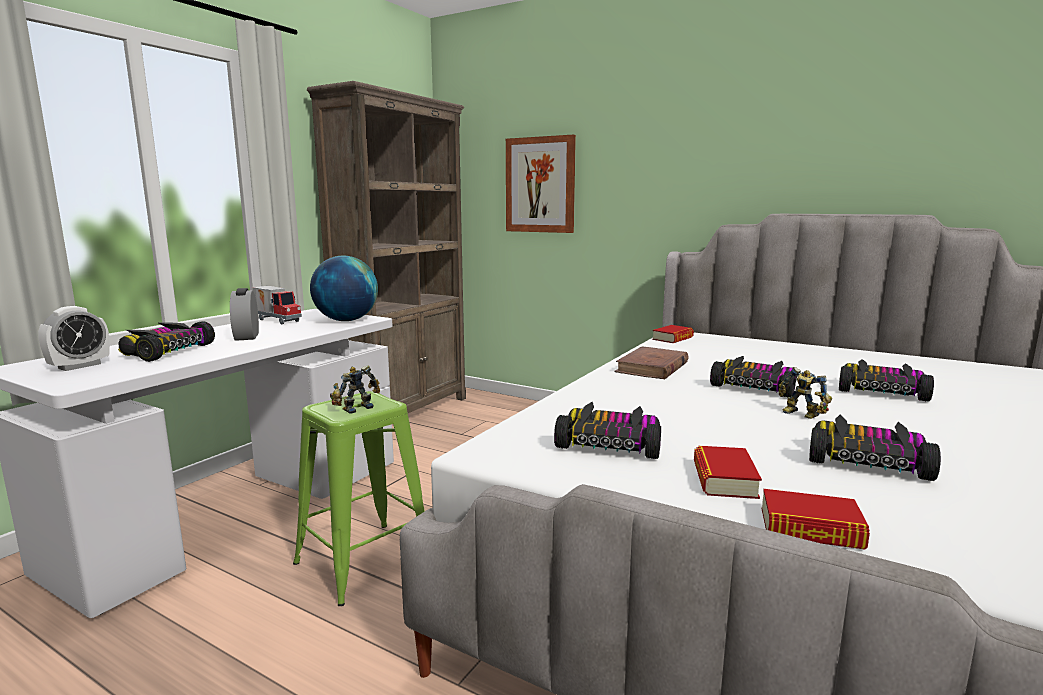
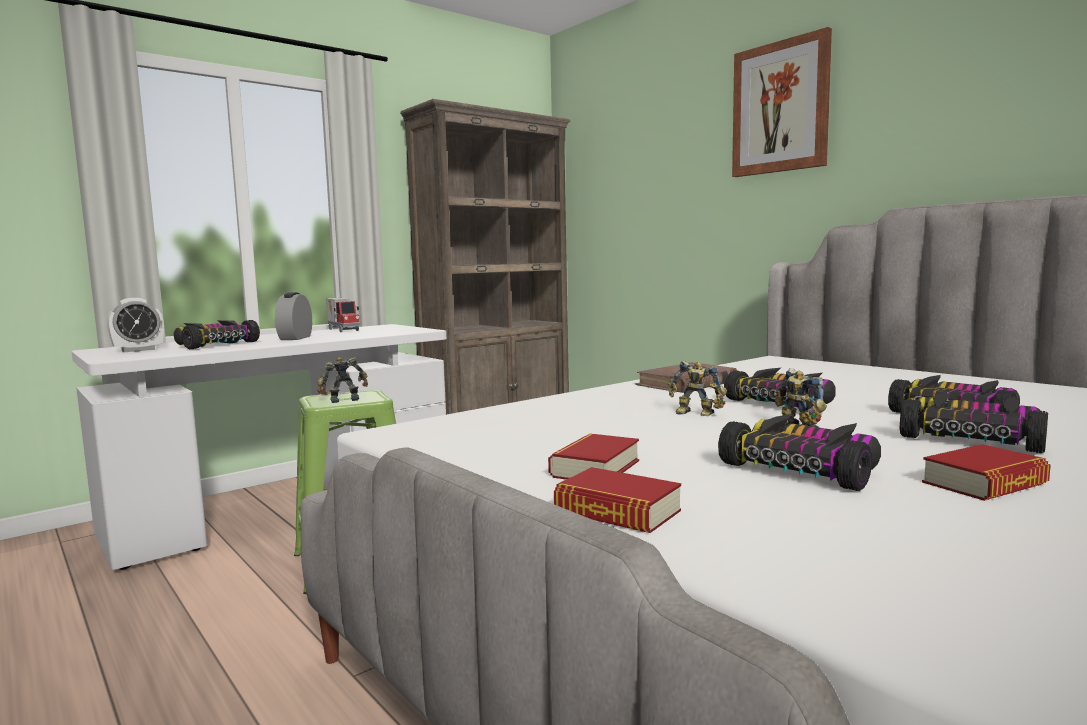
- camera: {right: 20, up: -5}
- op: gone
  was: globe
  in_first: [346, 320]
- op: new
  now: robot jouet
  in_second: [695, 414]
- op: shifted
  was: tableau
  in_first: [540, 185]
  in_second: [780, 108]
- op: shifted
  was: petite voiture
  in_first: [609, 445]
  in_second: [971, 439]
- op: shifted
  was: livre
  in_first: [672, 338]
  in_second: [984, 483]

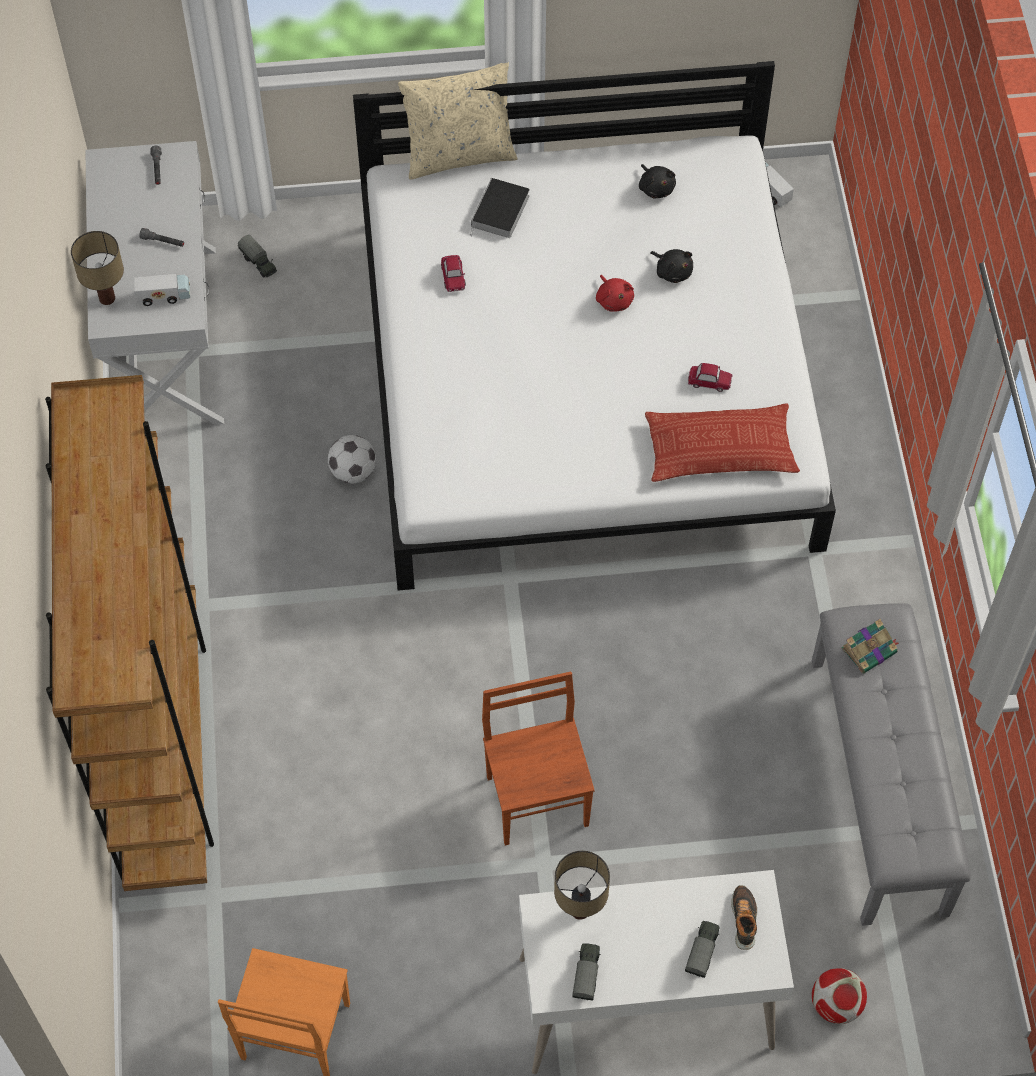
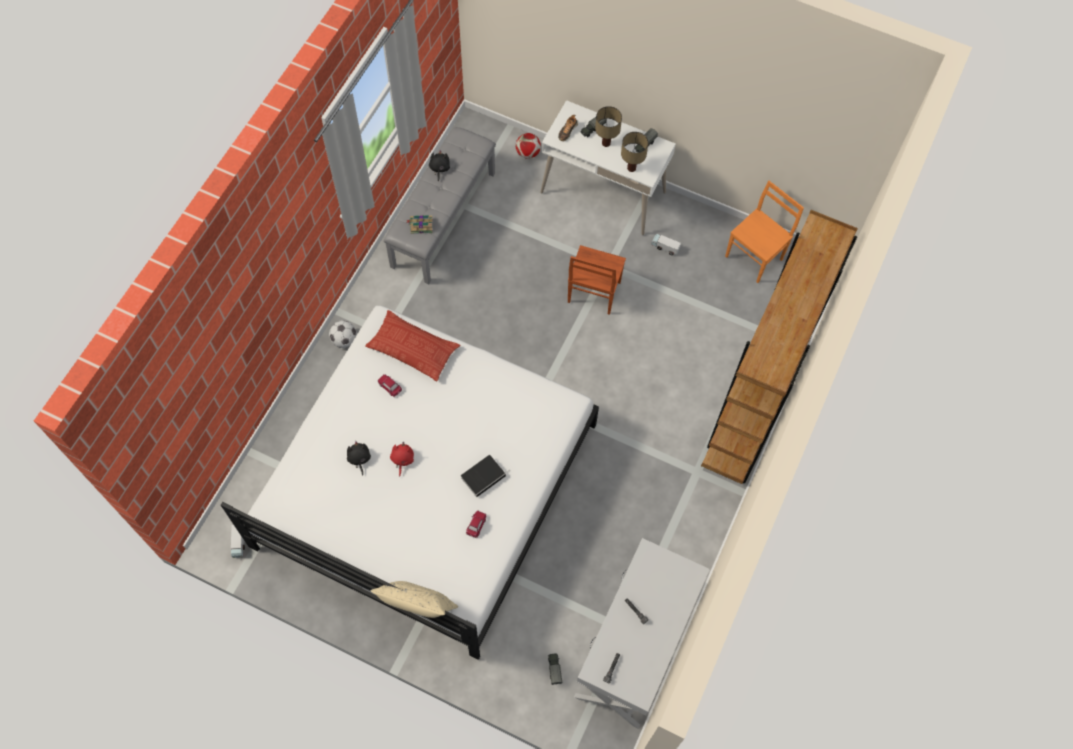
- camera: {right: -150, up: 5}
- op: shifted
  was: lampe de table
  in_first: [106, 299]
  in_second: [606, 143]
- op: shifted
  was: camion jouet
  in_first: [164, 295]
  in_second: [665, 247]
- op: shifted
  was: ballon de foot
  in_first: [353, 472]
  in_second: [344, 340]
- op: shifted
  was: livre
  in_first: [500, 213]
  in_second: [484, 476]
- op: shifted
  was: peluche (noir)
  in_first: [656, 188]
  in_second: [439, 168]

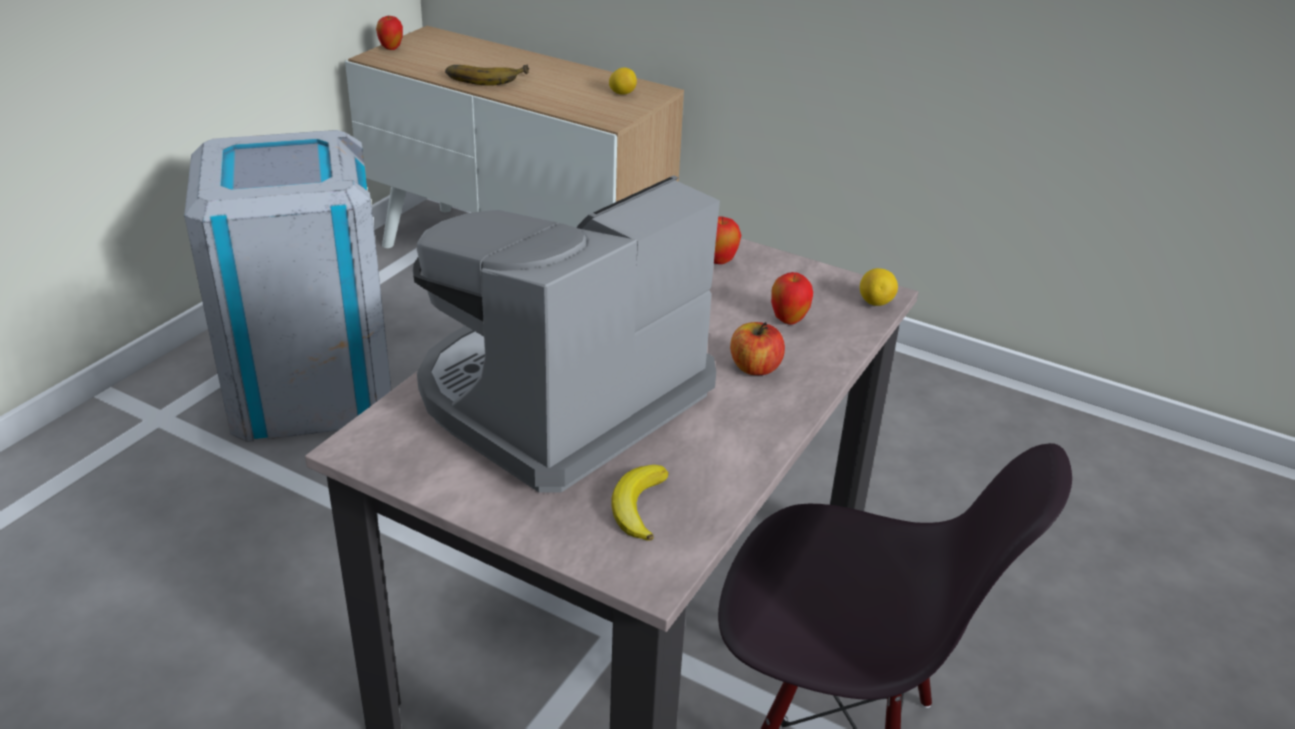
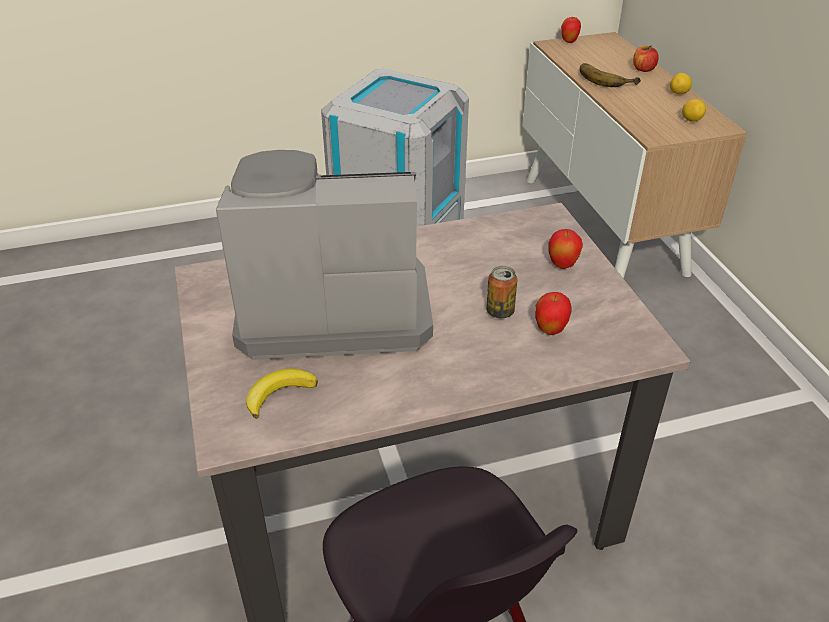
- camera: {right: 45, up: 5}
- op: new
  now: boîte métallique
  in_second: [500, 311]
- op: shifted
  was: pomme
  in_first: [755, 367]
  in_second: [643, 69]
- op: shifted
  was: citron
  in_first: [875, 303]
  in_second: [679, 93]

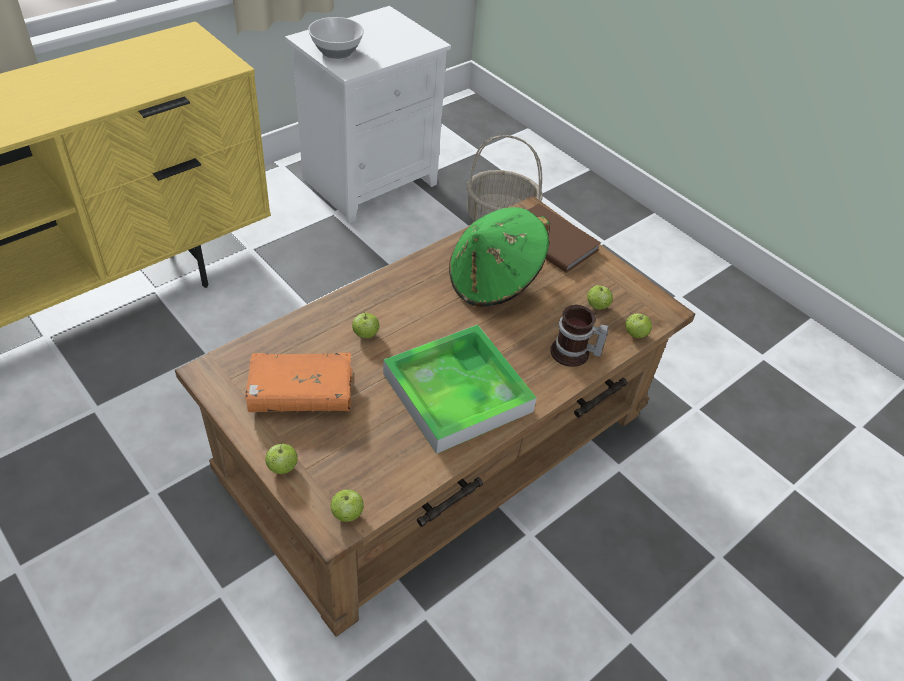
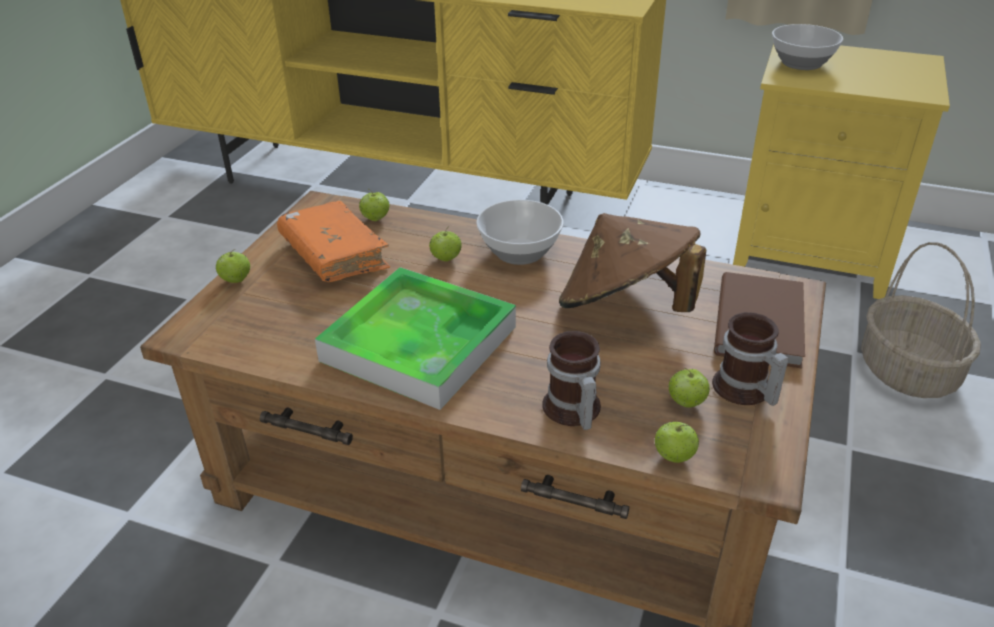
- camera: {right: 65, up: -10}
- op: new
  now: bol
  in_second: [521, 251]
- op: new
  now: mug
  in_second: [743, 391]
- op: shifted
  was: pomme
  in_first: [347, 514]
  in_second: [375, 219]
- op: repainted
  was: table de chevet (blanc)
  now: table de chevet (jaune)
  in_first: [369, 180]
  in_second: [813, 256]
- op: repainted
  was: chapeau (vert)
  now: chapeau (marron)
  in_first: [494, 282]
  in_second: [625, 307]

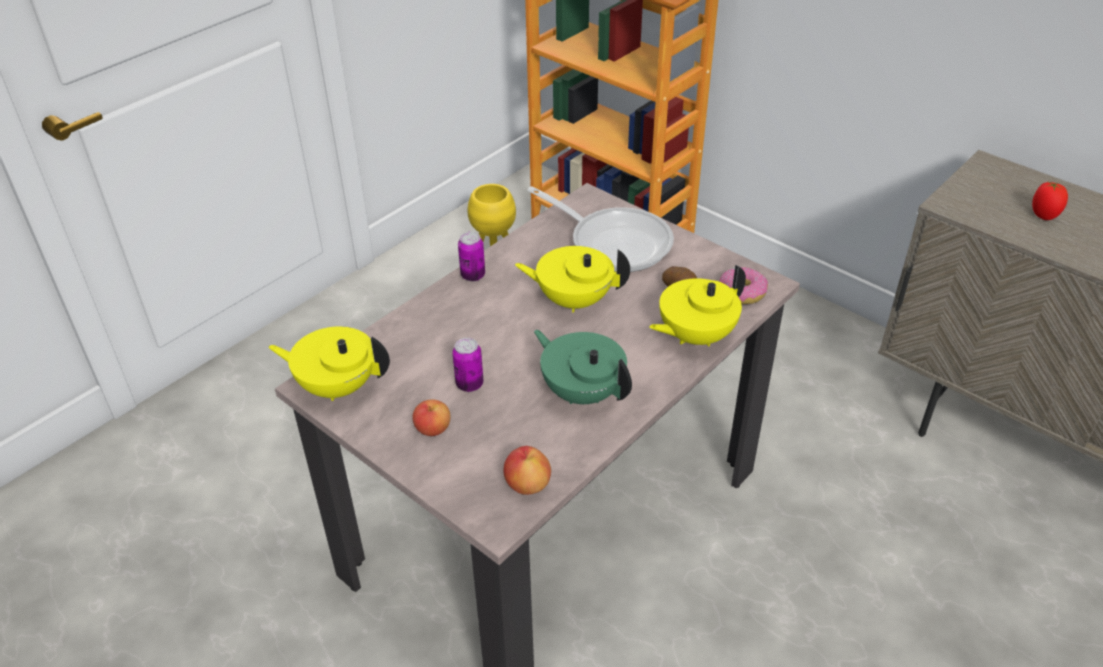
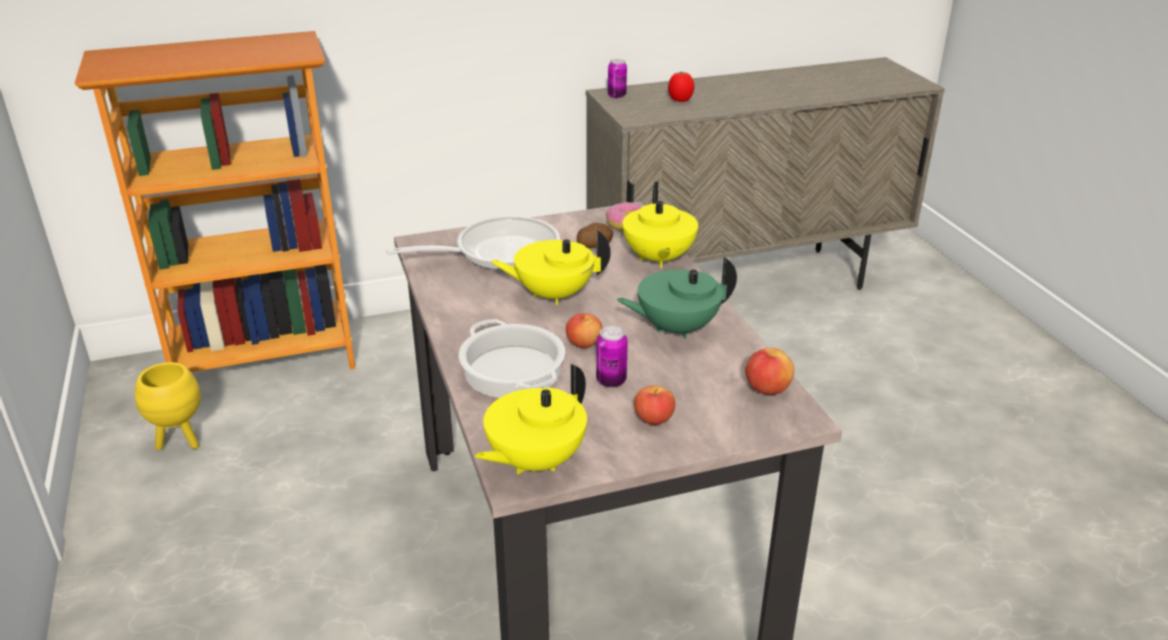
- camera: {right: -60, up: -10}
- op: new
  now: marmite
  in_second: [514, 371]
- op: new
  now: pomme
  in_second: [584, 343]
- op: shifted
  was: boîte métallique
  in_first: [473, 275]
  in_second: [617, 95]
- op: rotated
  was: théière (jaune)
  in_first: [573, 300]
  in_second: [553, 294]
  clockwise: 45

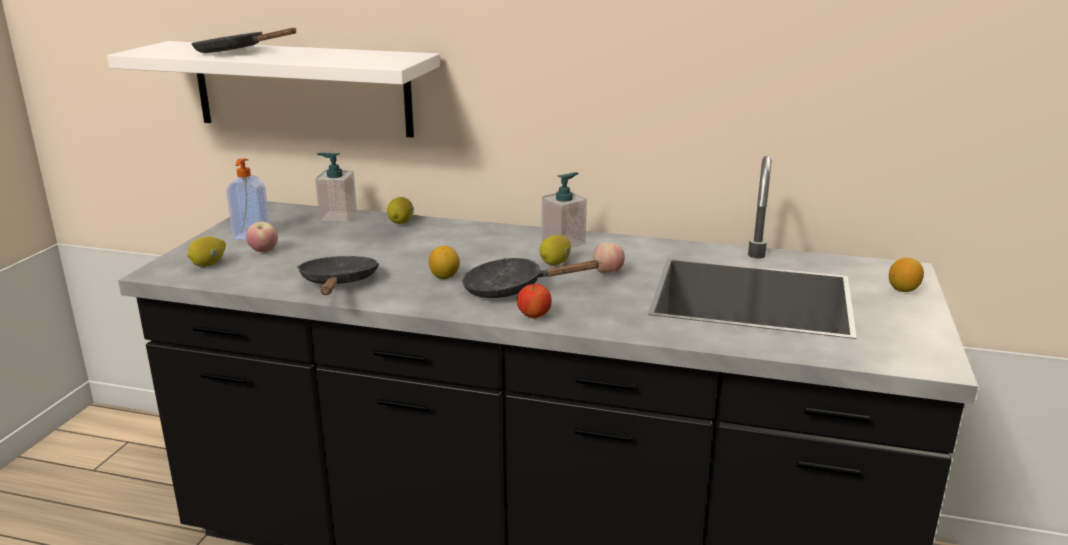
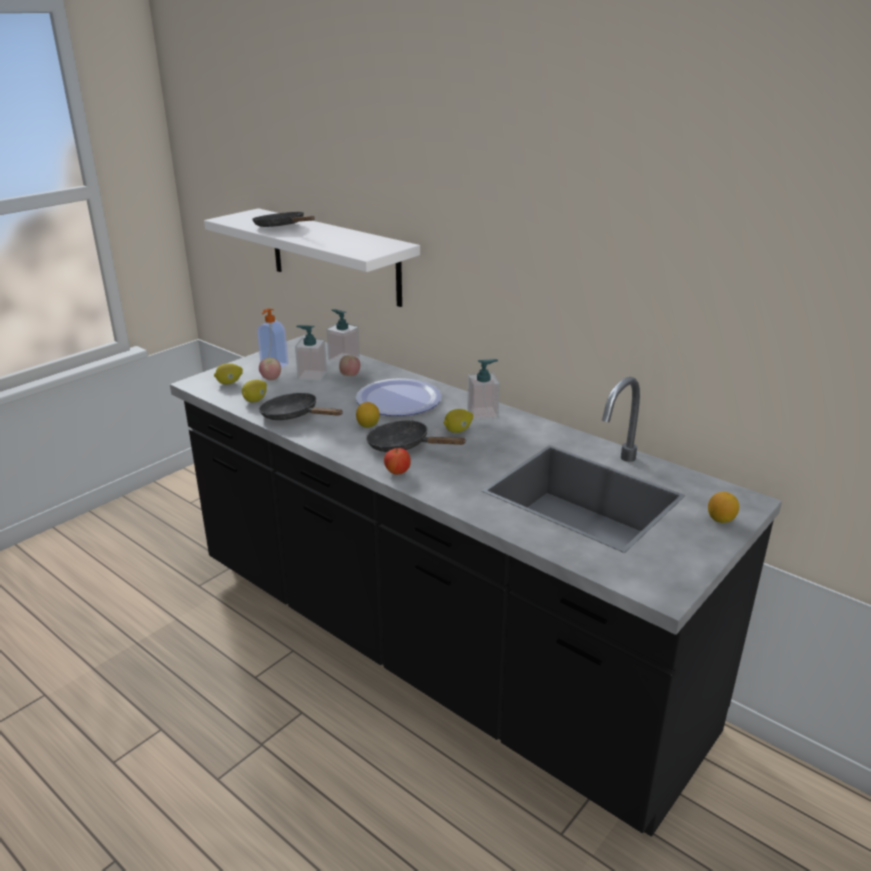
- camera: {right: 25, up: 5}
- op: new
  now: distributeur de savon
  in_second: [312, 375]
- op: new
  now: assiette
  in_second: [398, 399]
- op: shifted
  was: citron
  in_first: [401, 222]
  in_second: [255, 400]
- op: shifted
  was: pomme
  in_first: [608, 273]
  in_second: [350, 376]
- op: rotated
  was: poêle (noir)
  in_first: [338, 284]
  in_second: [294, 416]
  clockwise: -75

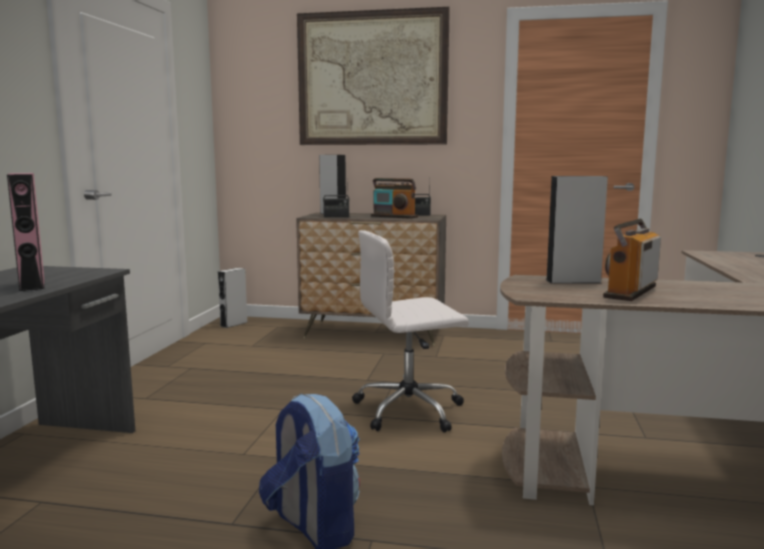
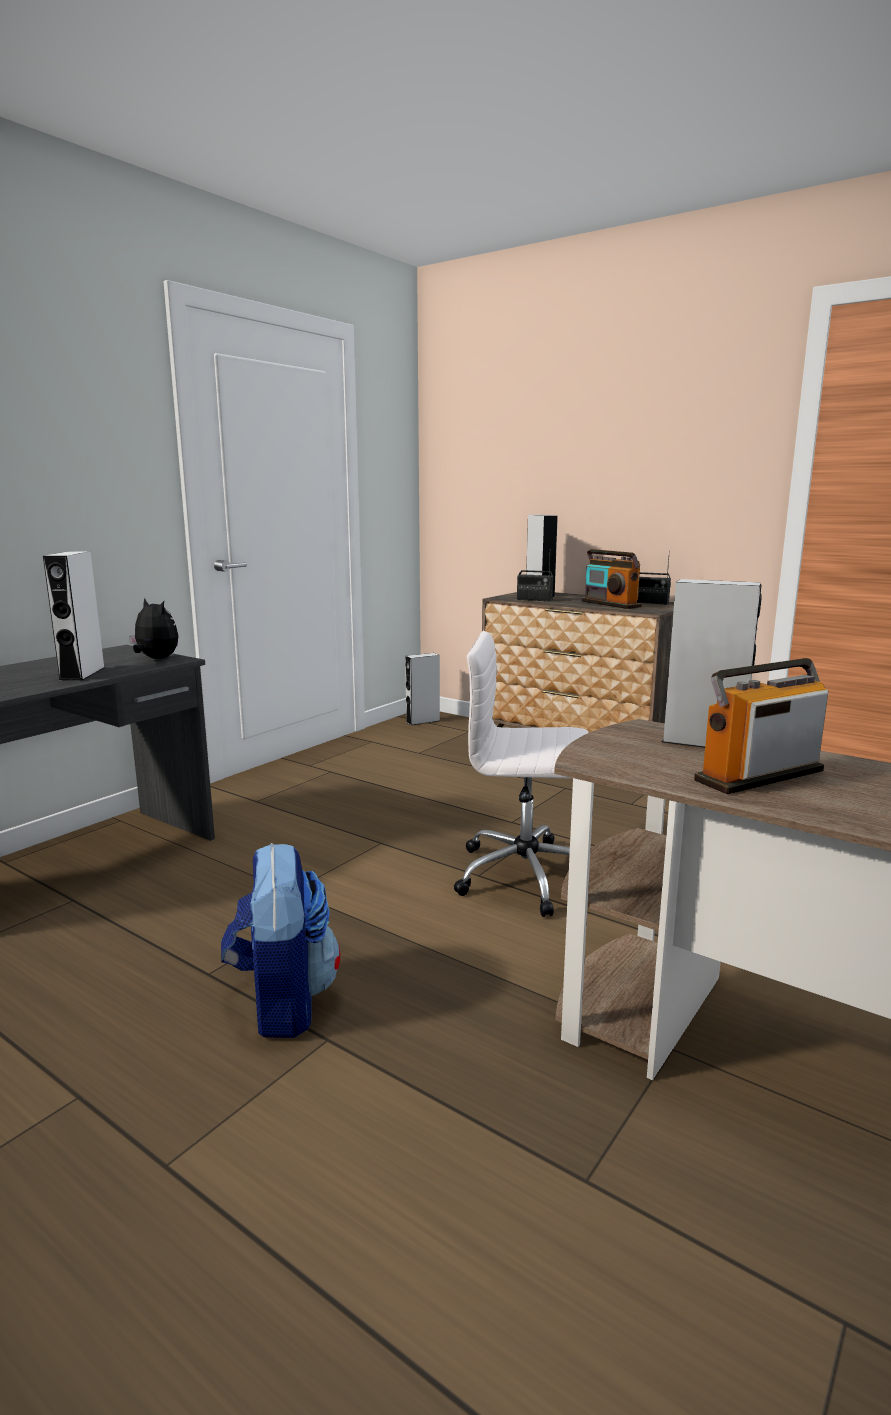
- camera: {right: 25, up: 5}
- op: gone
  was: tableau
  in_first: [372, 79]
- op: new
  now: peluche
  in_second: [155, 659]
- op: repainted
  was: enceinte (rose)
  now: enceinte (blanc)
  in_first: [32, 285]
  in_second: [82, 673]

